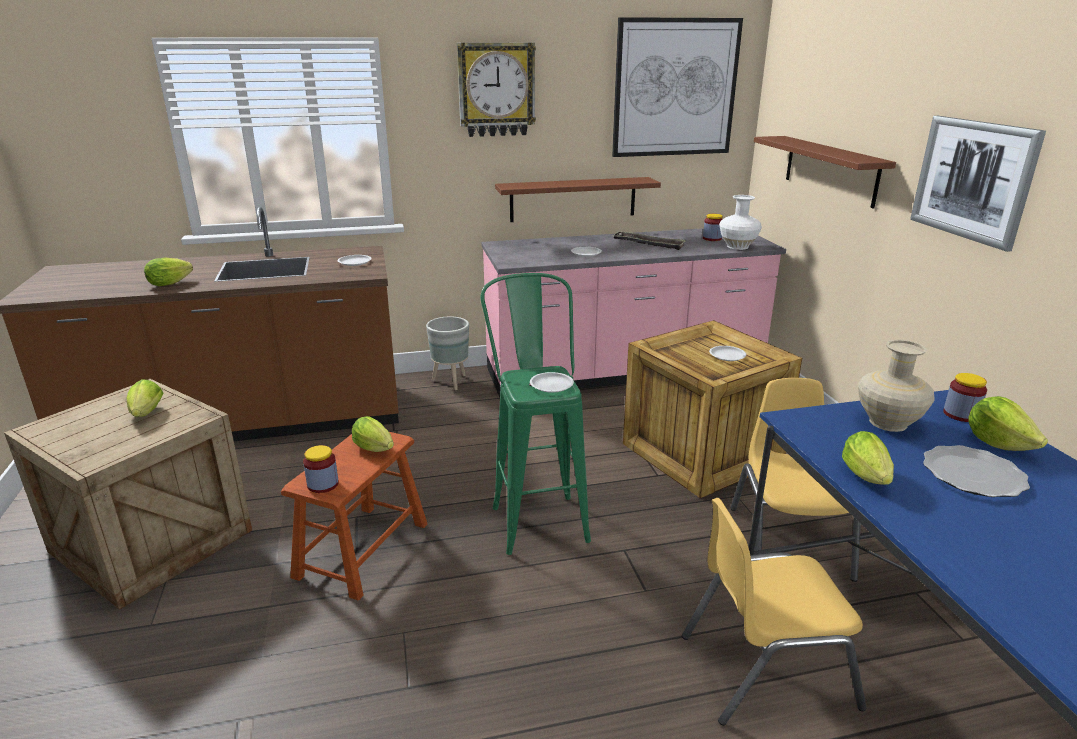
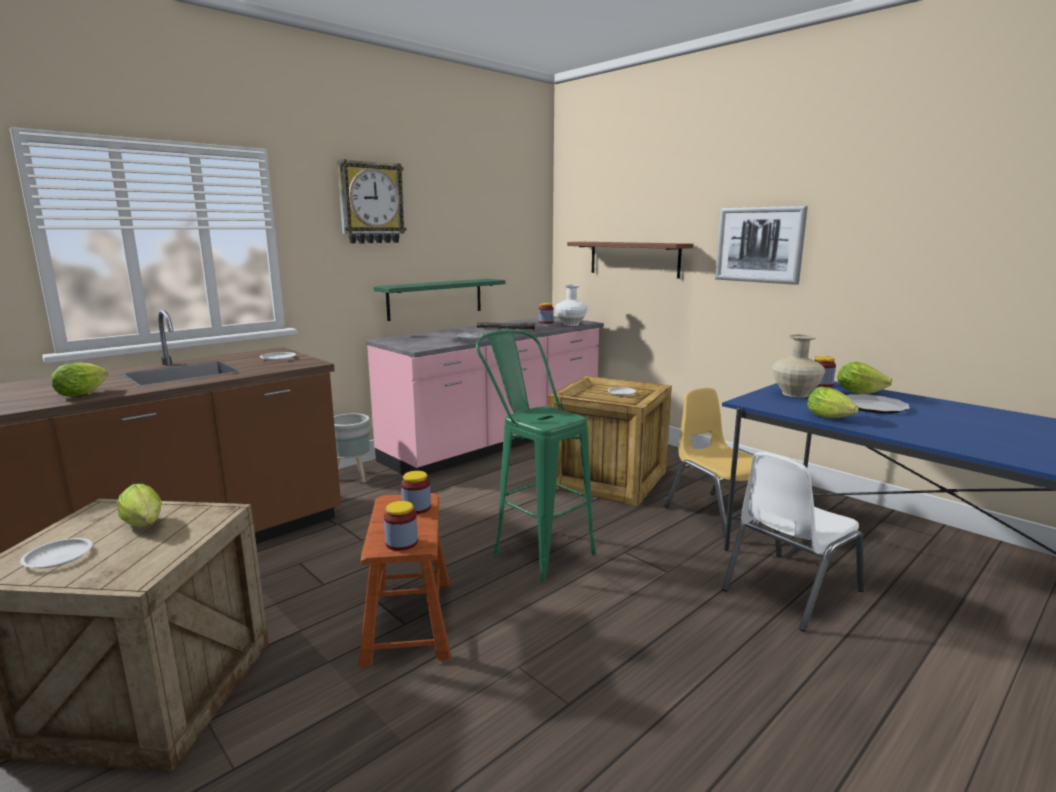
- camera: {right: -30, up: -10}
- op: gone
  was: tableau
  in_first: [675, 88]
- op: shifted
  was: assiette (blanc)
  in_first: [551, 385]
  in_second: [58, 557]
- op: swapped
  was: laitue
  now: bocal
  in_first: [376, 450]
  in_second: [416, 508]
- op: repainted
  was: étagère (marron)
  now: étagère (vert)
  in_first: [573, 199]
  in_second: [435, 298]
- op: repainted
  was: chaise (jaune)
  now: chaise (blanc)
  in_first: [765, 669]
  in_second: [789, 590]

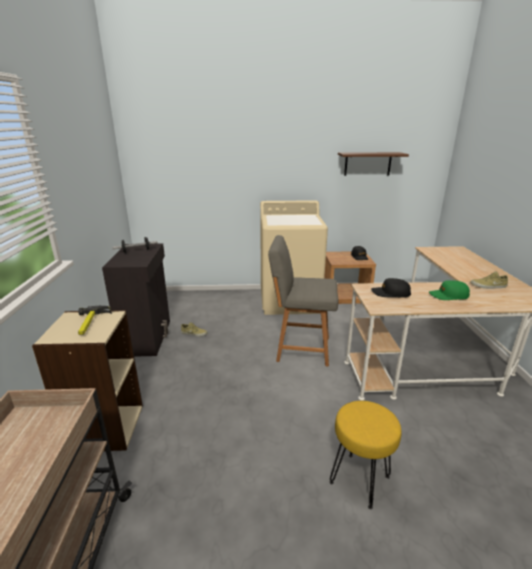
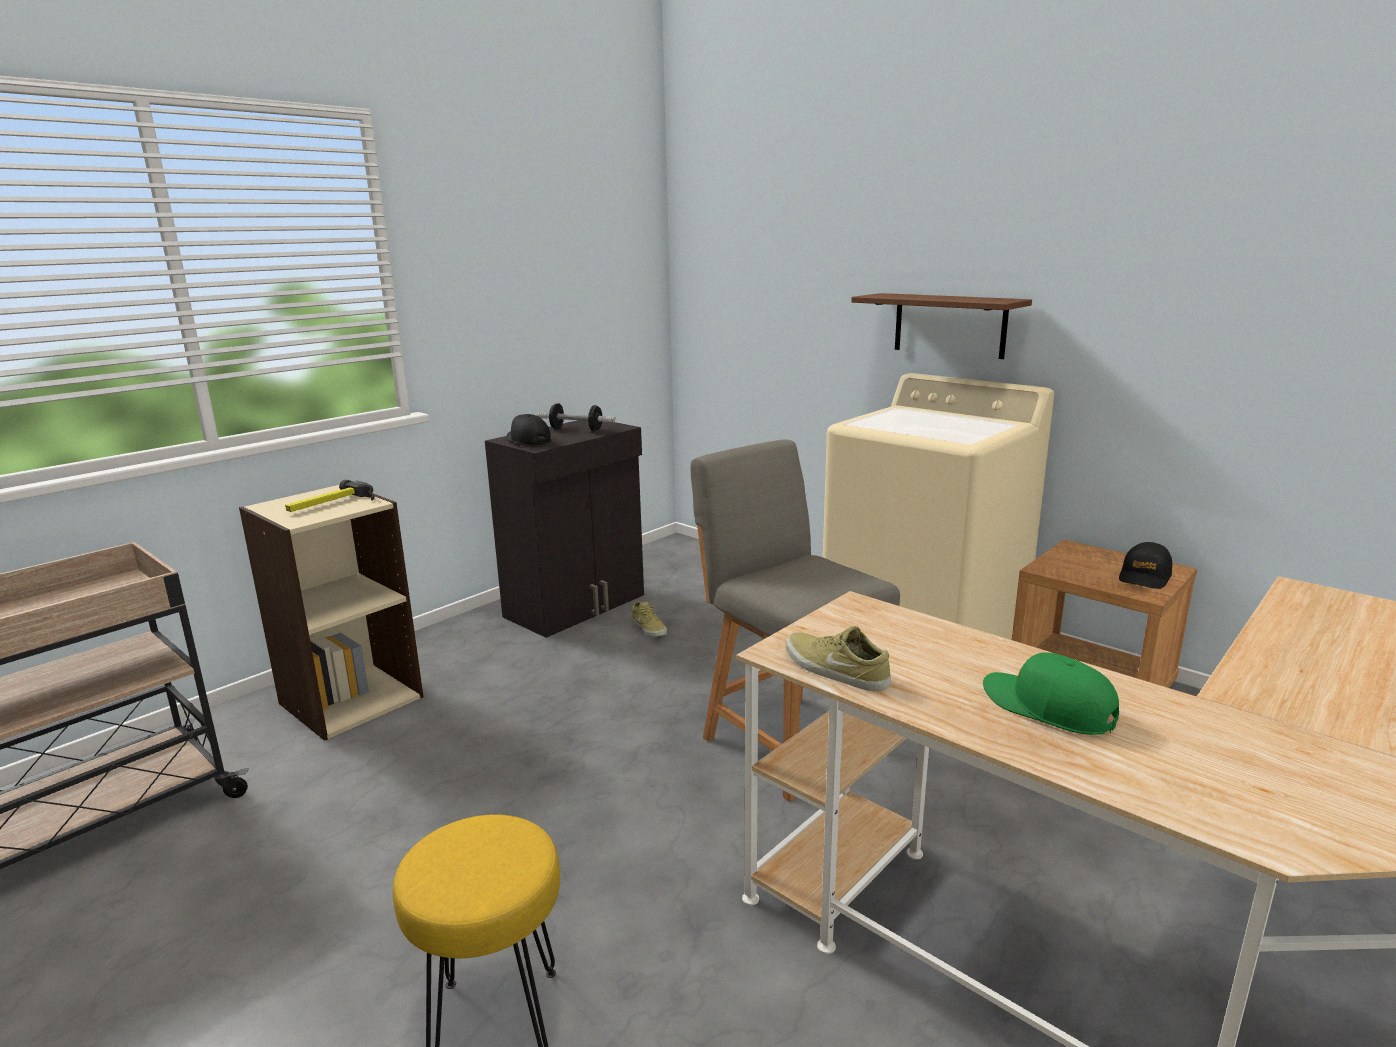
- camera: {right: 45, up: -5}
- op: shifted
  was: étagère (marron)
  in_first: [367, 164]
  in_second: [949, 325]
- op: shifted
  was: casquette (noir)
  in_first: [390, 293]
  in_second: [528, 440]
- op: shifted
  was: chaussure (beige)
  in_first: [488, 286]
  in_second: [834, 670]

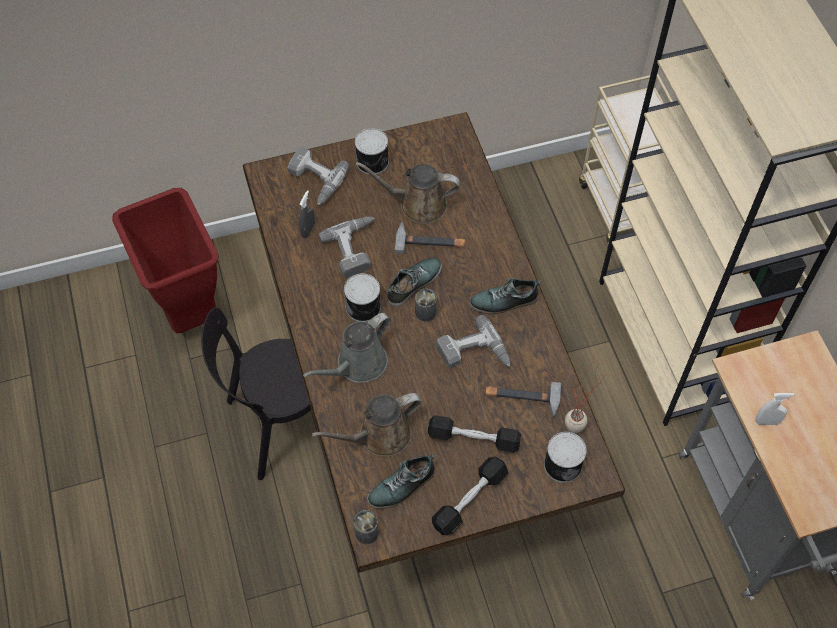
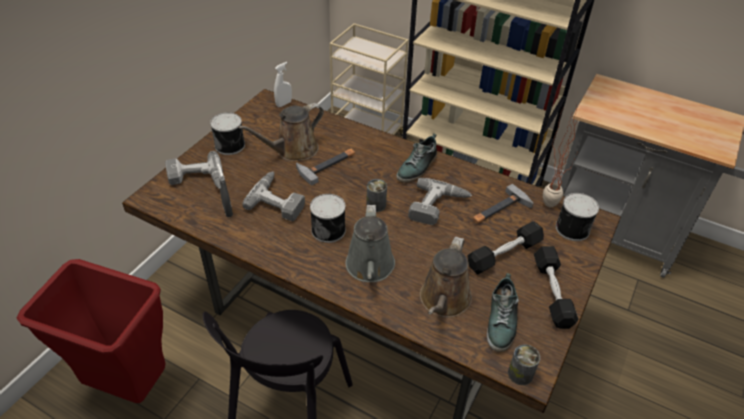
- camera: {right: -45, up: -15}
- op: gone
  was: chaussure
  in_first: [413, 283]
- op: shifted
  was: vaporisateur (blanc)
  in_first: [767, 422]
  in_second: [284, 104]

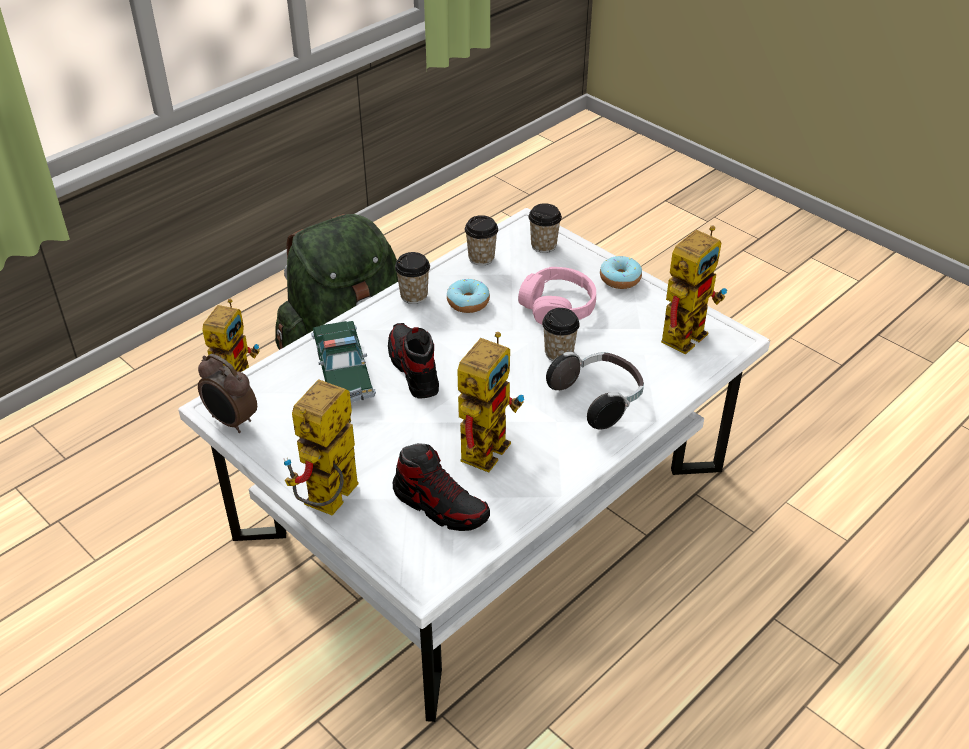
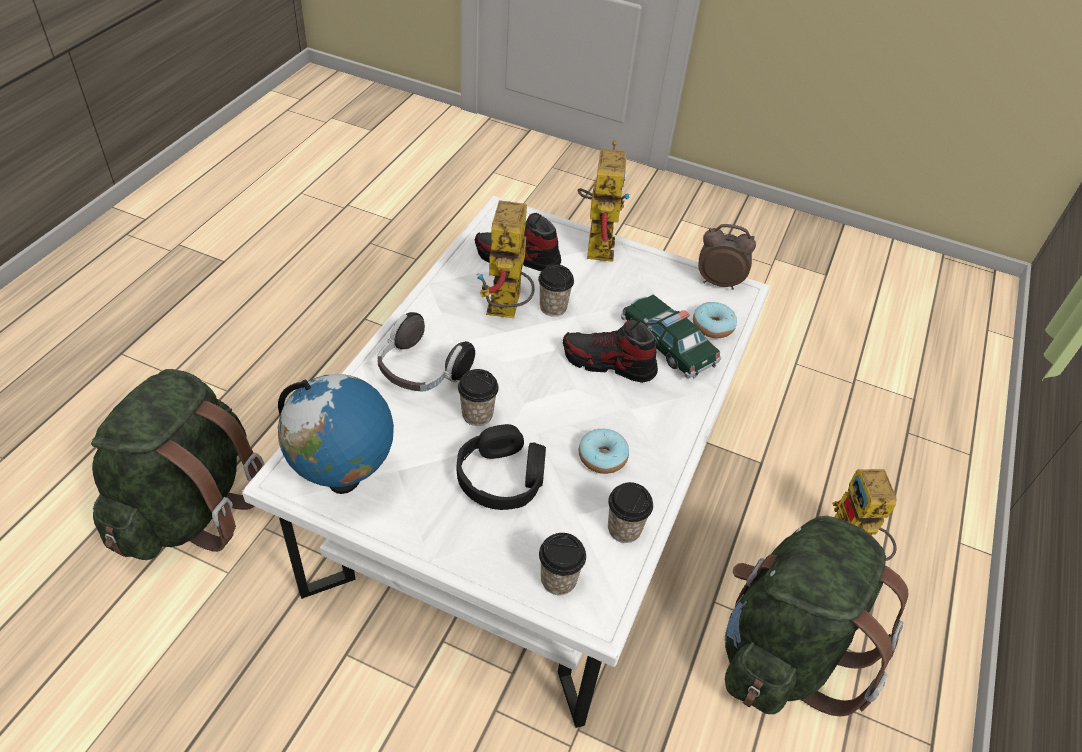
- camera: {right: 155, up: 5}
- op: new
  now: sac à dos (vert)
  in_second: [190, 508]
- op: shifted
  was: tasse
  in_first: [414, 296]
  in_second: [553, 307]
- op: shifted
  was: beignet
  in_first: [620, 279]
  in_second: [713, 326]
- op: swapped
  was: robot jouet
  now: globe
  in_first: [686, 330]
  in_second: [344, 480]
- op: repainted
  was: casque audio (rose)
  now: casque audio (noir)
  in_first: [557, 306]
  in_second: [501, 477]
- op: rotated
  was: chaussure
  in_first: [413, 369]
  in_second: [608, 363]
  clockwise: 150

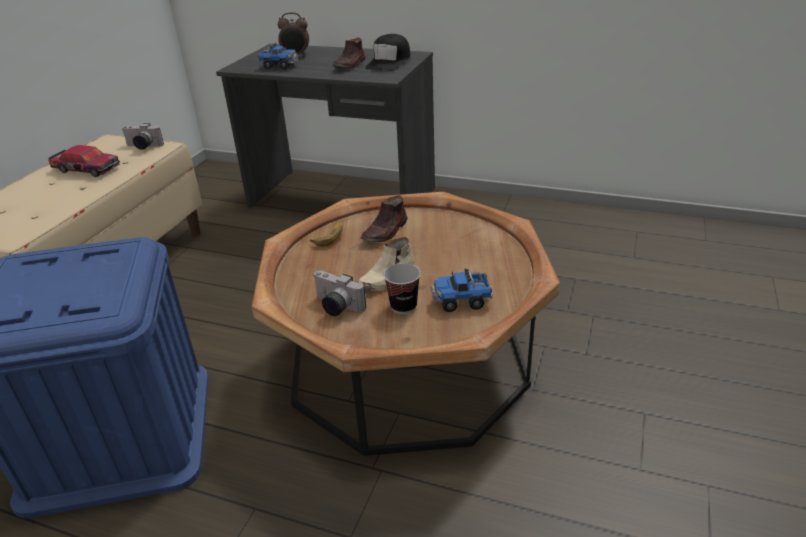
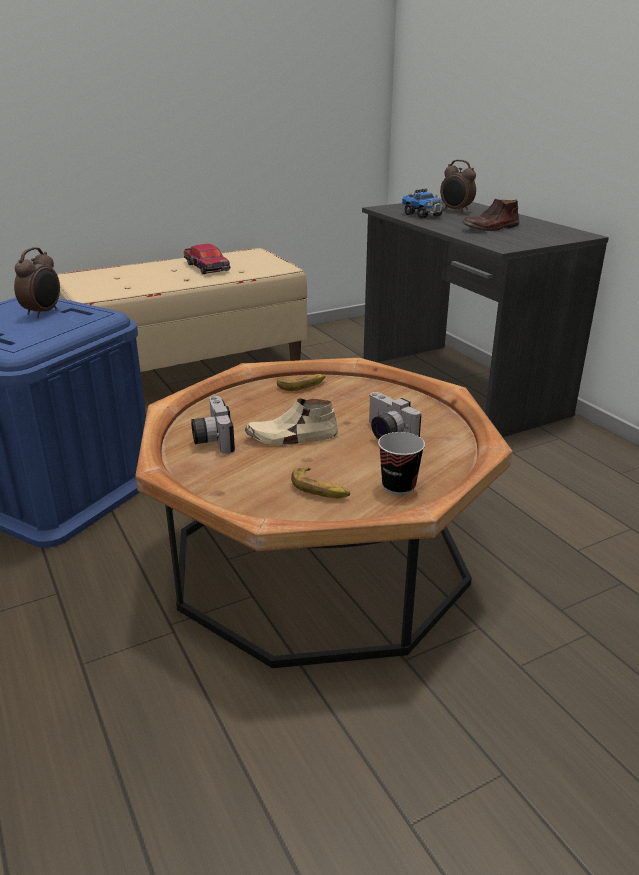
- camera: {right: 40, up: -5}
- op: gone
  was: chaussure (marron)
  in_first: [385, 232]
- op: gone
  was: casquette (noir)
  in_first: [389, 62]
- op: new
  now: réveil
  in_second: [43, 313]
- op: shifted
  was: appareil photo
  in_first: [142, 147]
  in_second: [386, 434]
- op: shifted
  was: tasse
  in_first: [403, 306]
  in_second: [398, 486]
- op: swapped
  was: camion jouet
  now: banane
  in_first: [462, 301]
  in_second: [320, 489]

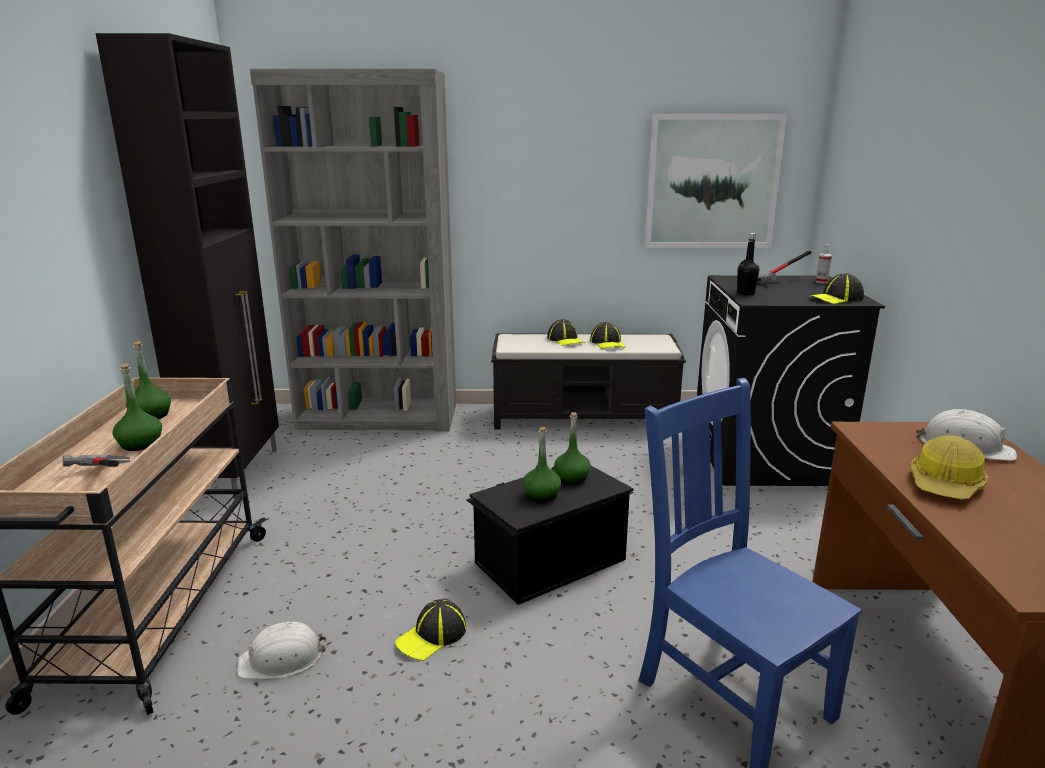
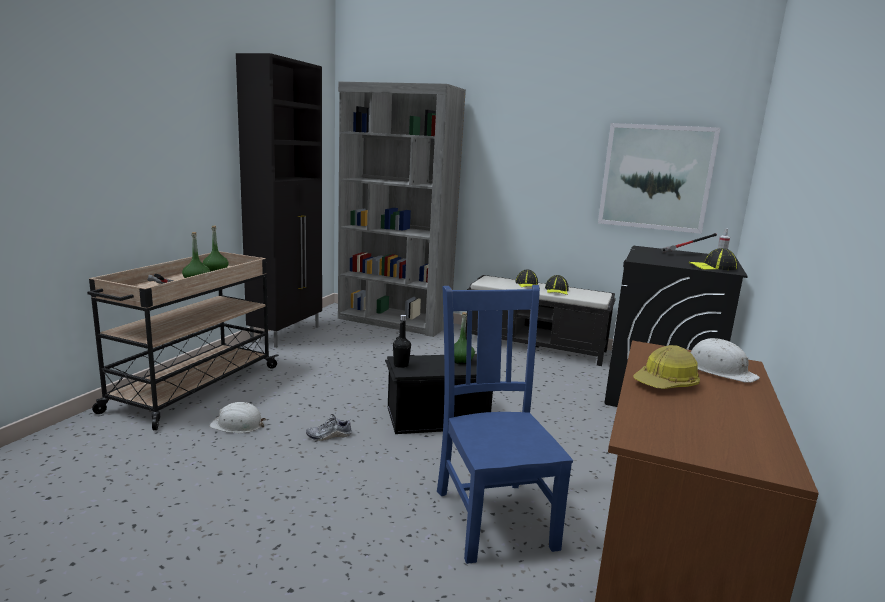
- camera: {right: 20, up: -5}
- op: gone
  was: bouteille (vert)
  in_first: [542, 495]
- op: shifted
  was: bouteille (noir)
  in_first: [745, 293]
  in_second: [401, 365]
- op: swapped
  was: casquette
  now: chaussure
  in_first: [432, 636]
  in_second: [329, 436]

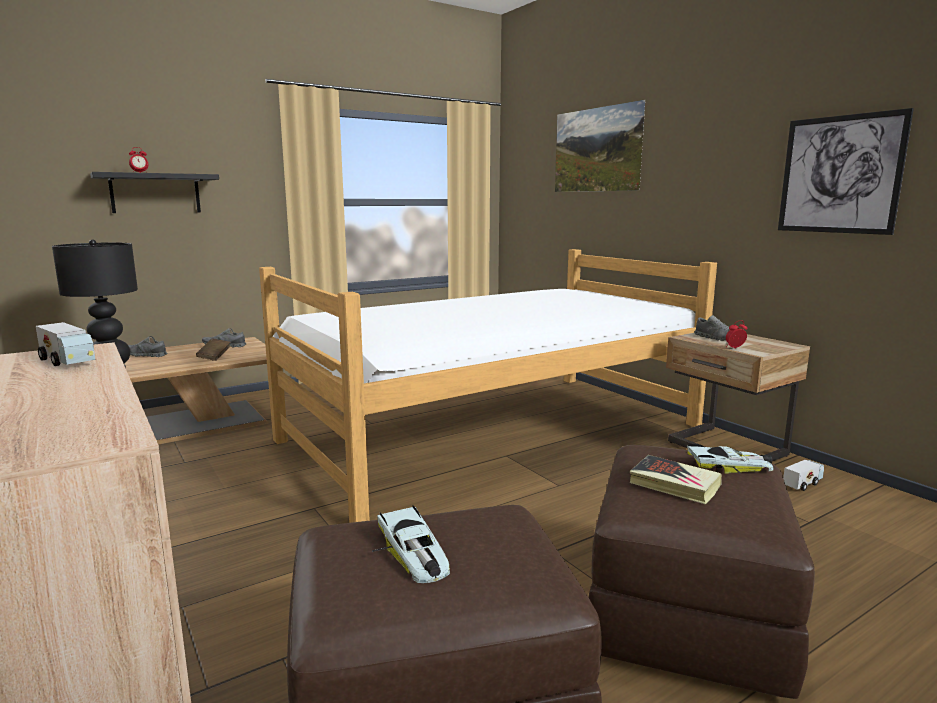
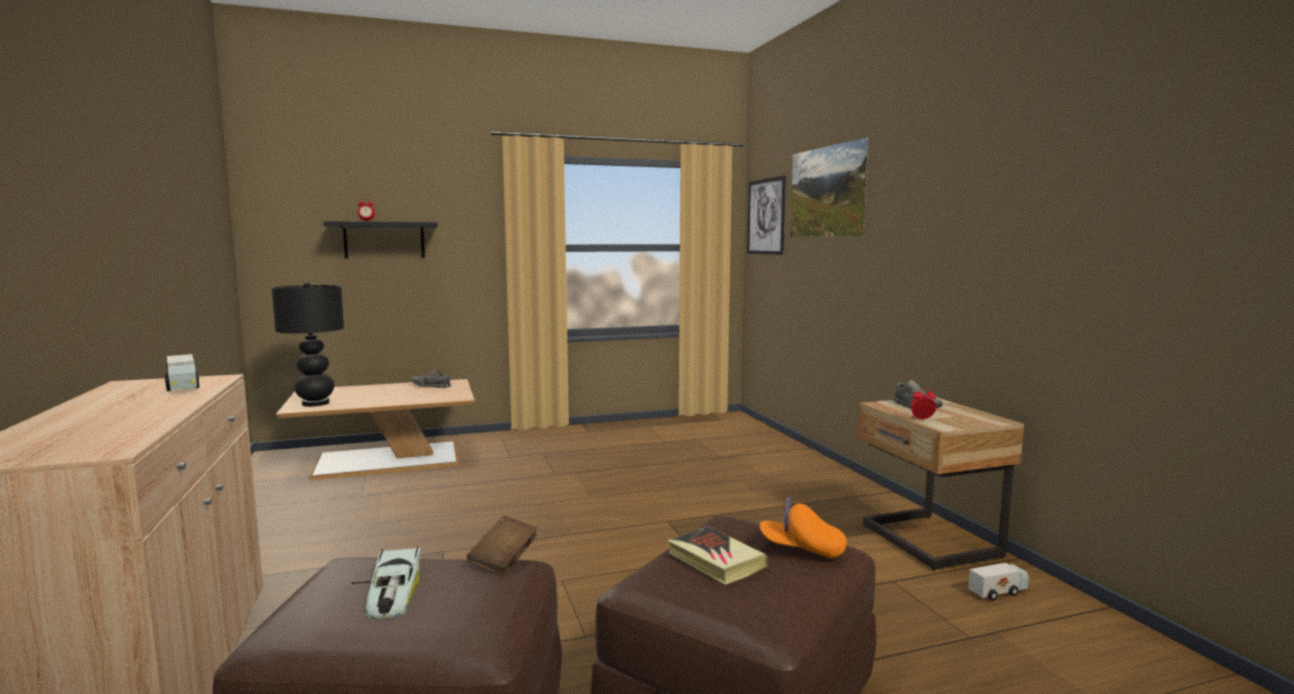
- camera: {right: 15, up: -5}
- op: gone
  was: chaussure (gris)
  in_first: [145, 355]
- op: gone
  was: lit
  in_first: [495, 433]
- op: shifted
  was: livre (marron)
  in_first: [214, 357]
  in_second: [504, 560]
- op: shifted
  was: tableau
  in_first: [839, 175]
  in_second: [766, 216]
- op: swapped
  was: petite voiture
  now: casquette (orange)
  in_first: [731, 466]
  in_second: [802, 549]

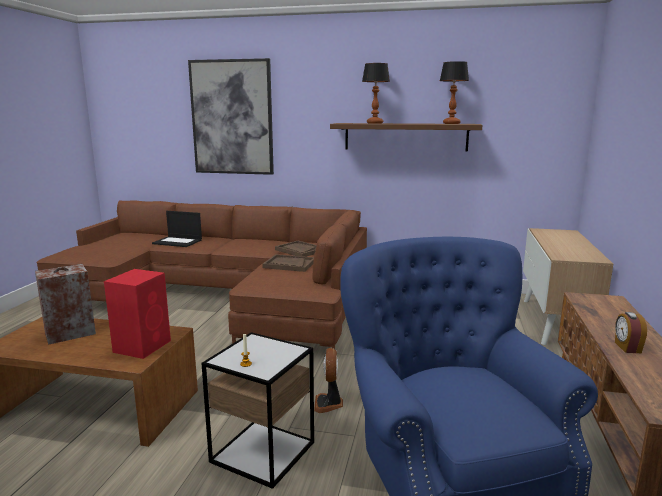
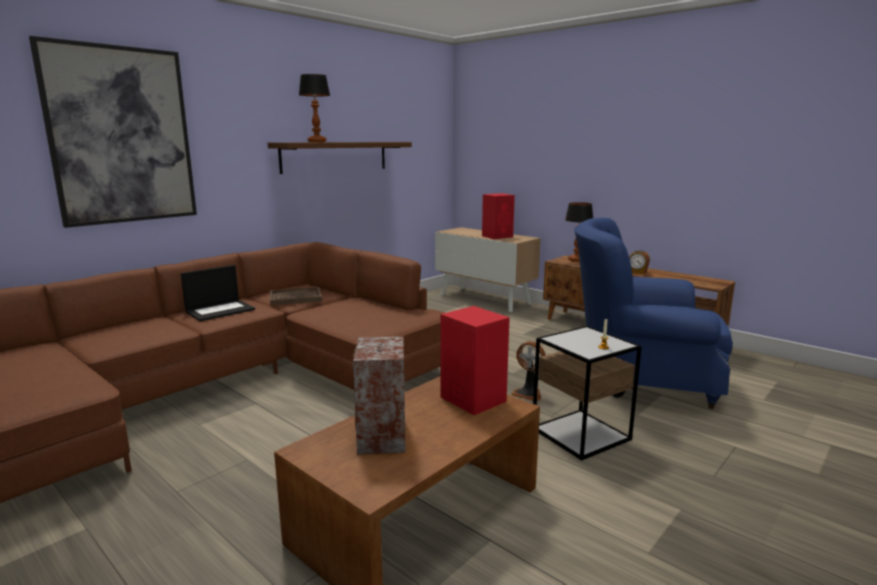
- camera: {right: -60, up: 0}
- op: gone
  was: plateau (marron)
  in_first: [289, 264]
- op: new
  now: enceinte (rouge)
  in_second: [498, 236]
- op: shifted
  was: ordinateur portable
  in_first: [178, 242]
  in_second: [220, 310]
- op: shifted
  was: lampe de table
  in_first: [451, 123]
  in_second: [576, 260]

